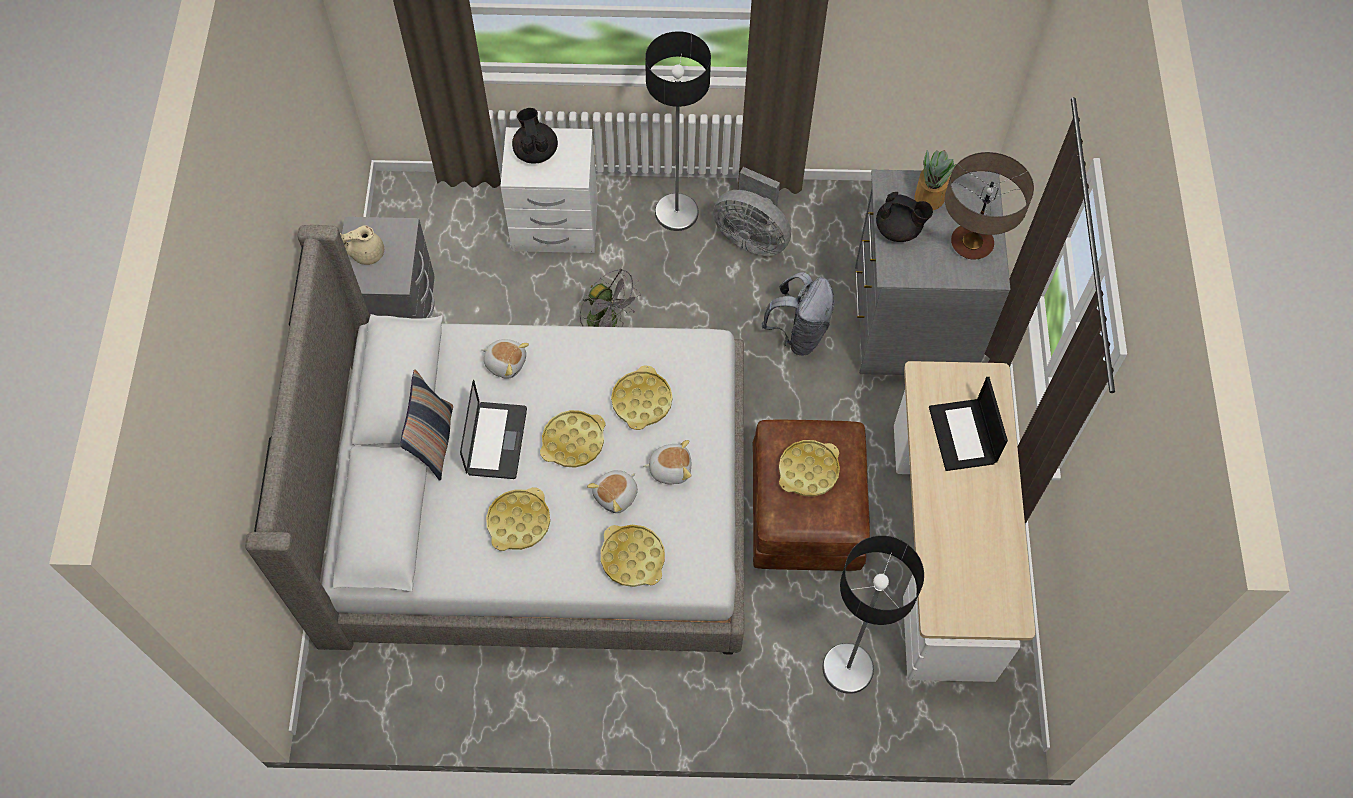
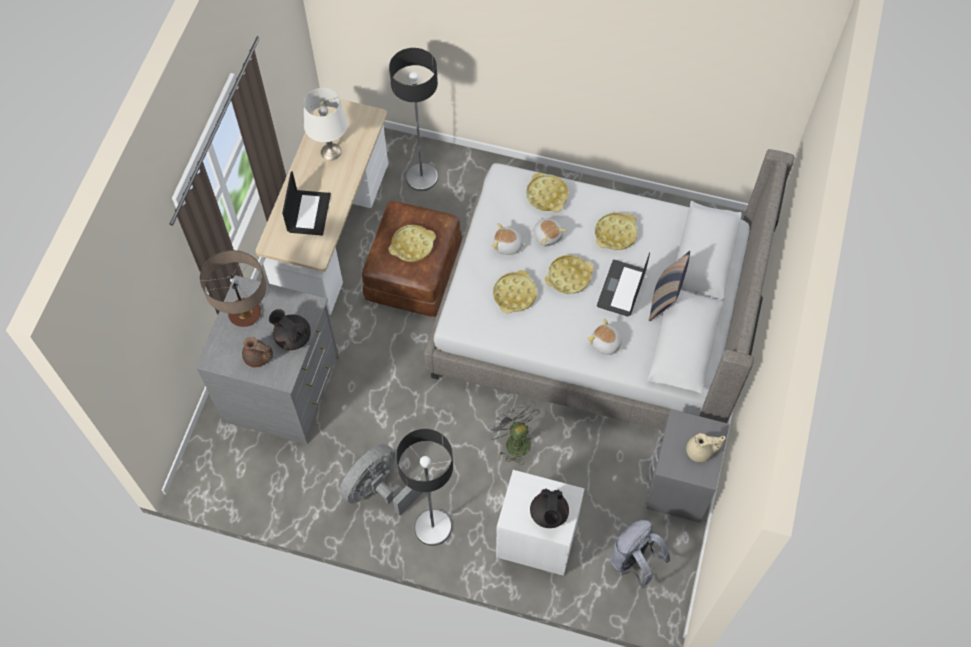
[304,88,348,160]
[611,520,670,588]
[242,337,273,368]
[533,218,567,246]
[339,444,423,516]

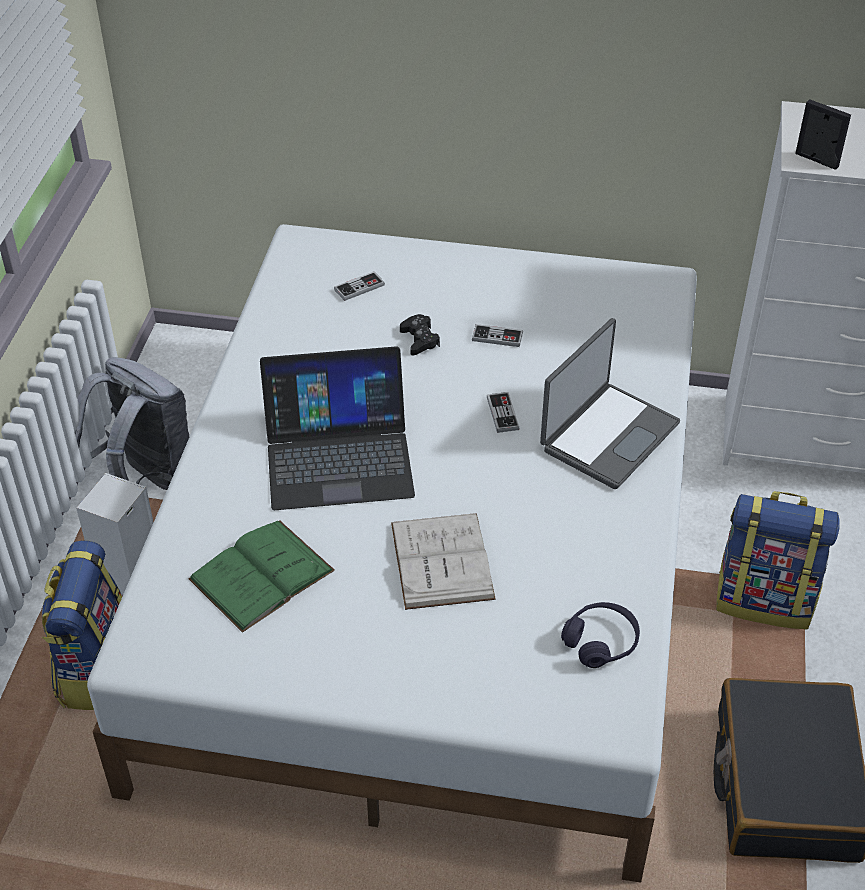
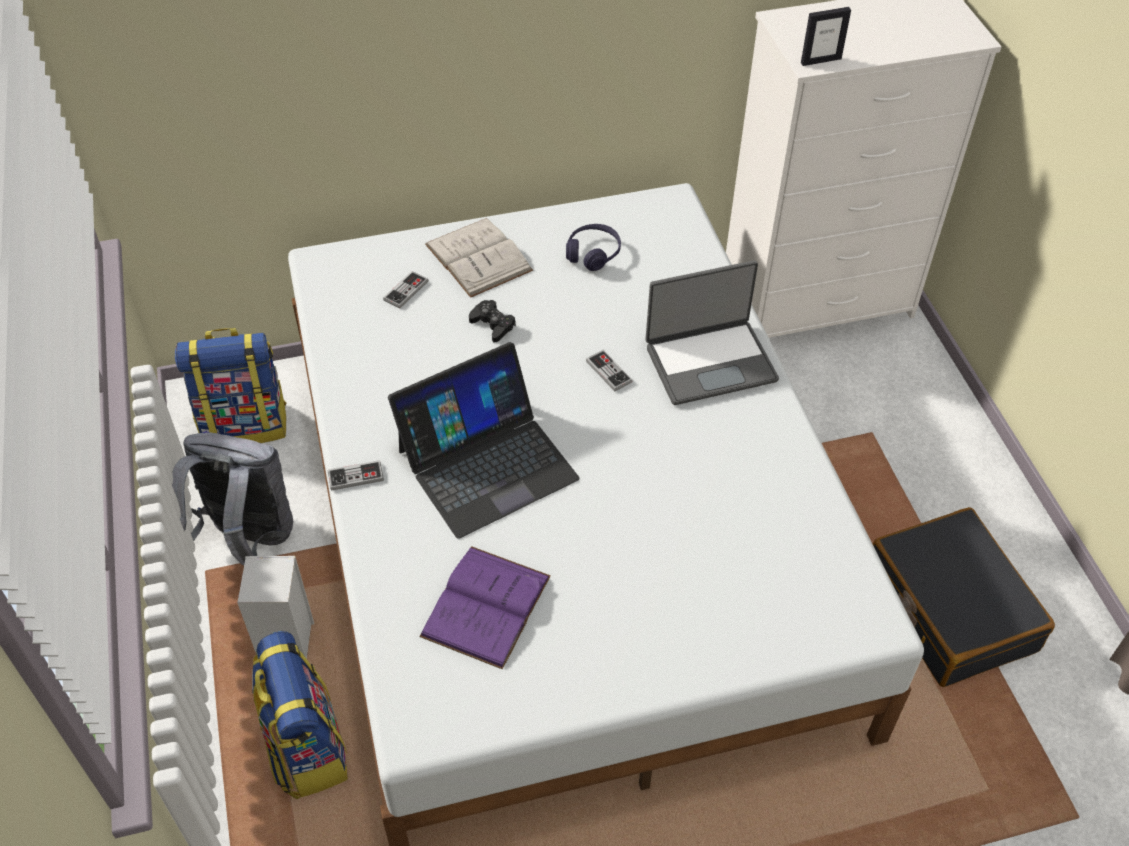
[425,218,533,298]
[328,460,384,491]
[566,224,621,271]
[175,328,287,443]
[419,546,551,670]
[645,260,779,405]
[801,7,851,66]

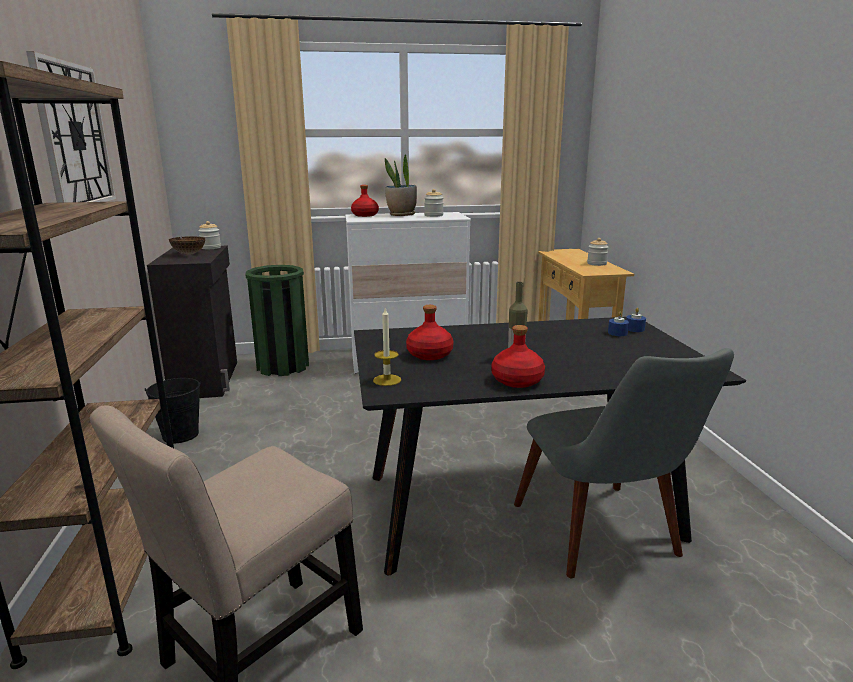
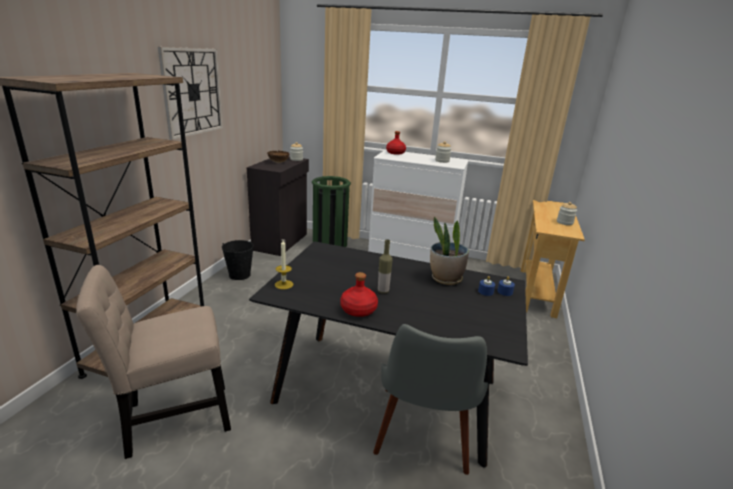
[406,305,454,360] (first image)
[430,217,469,285]

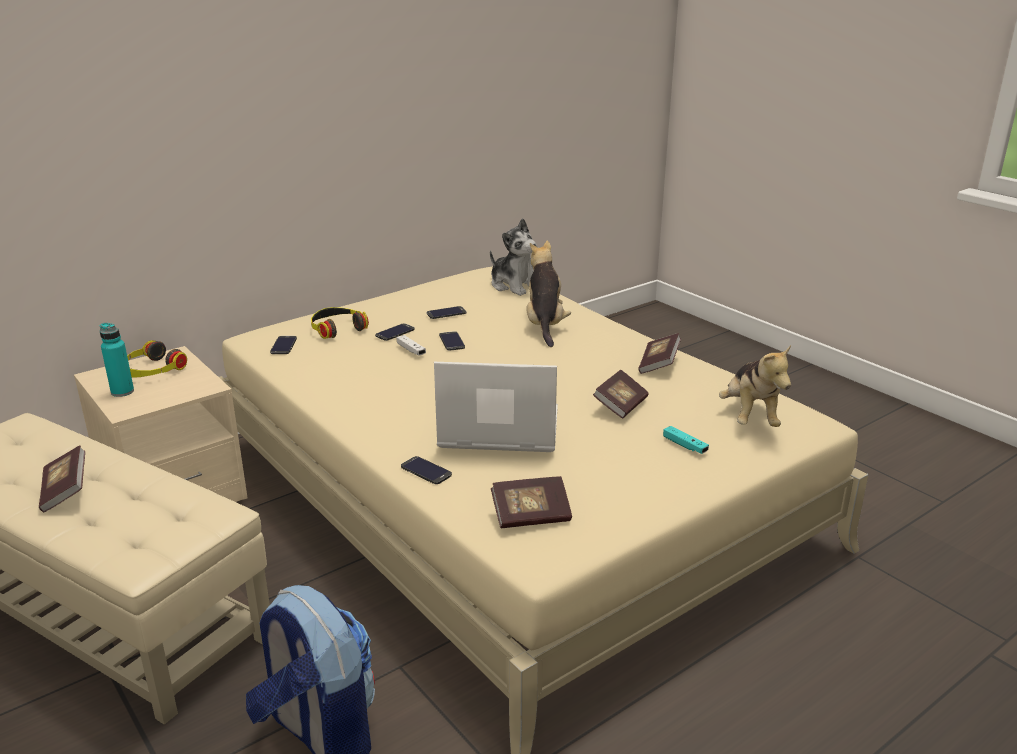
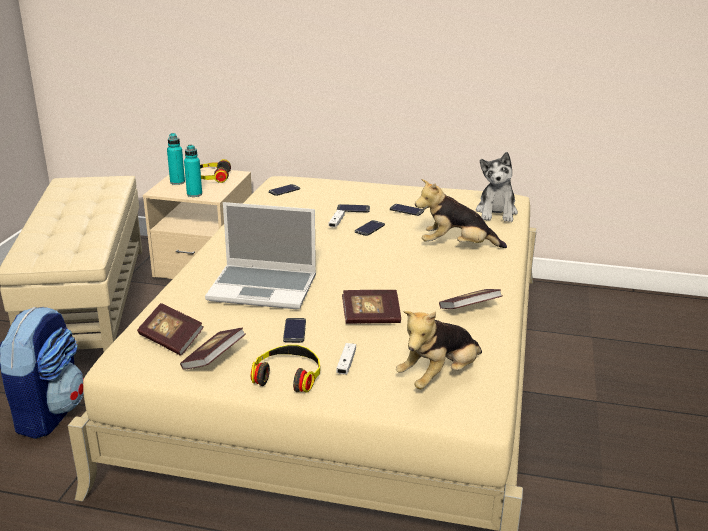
[184,145,202,197]
[180,328,246,370]
[251,345,320,392]
[283,318,306,343]
[336,343,356,374]
[205,202,316,310]
[415,179,507,248]

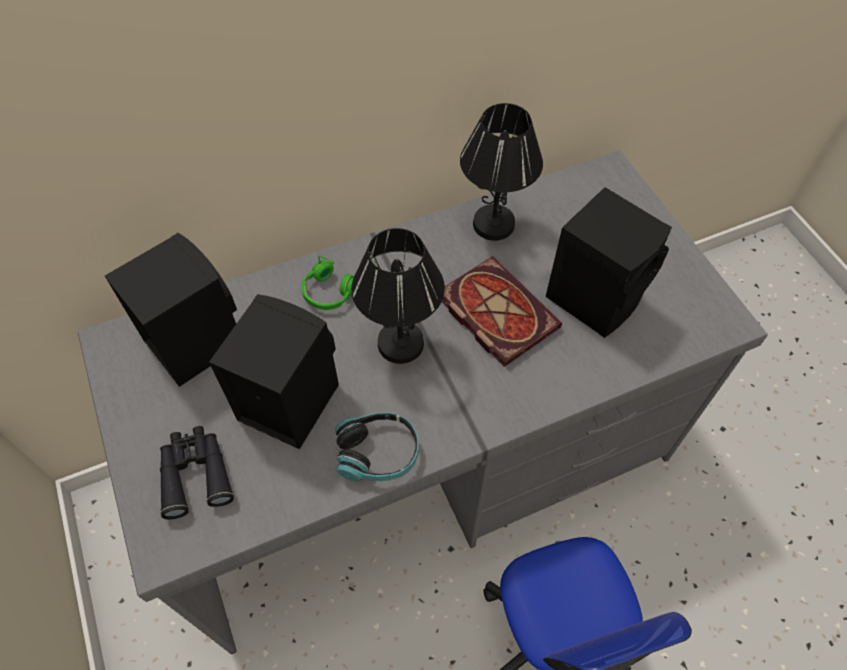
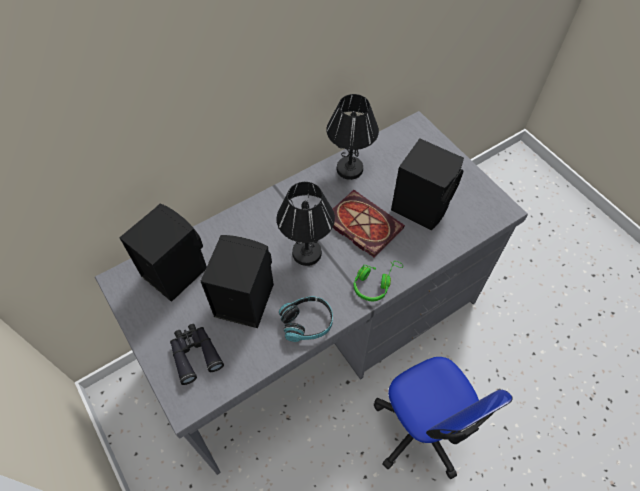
[354,261,403,301]

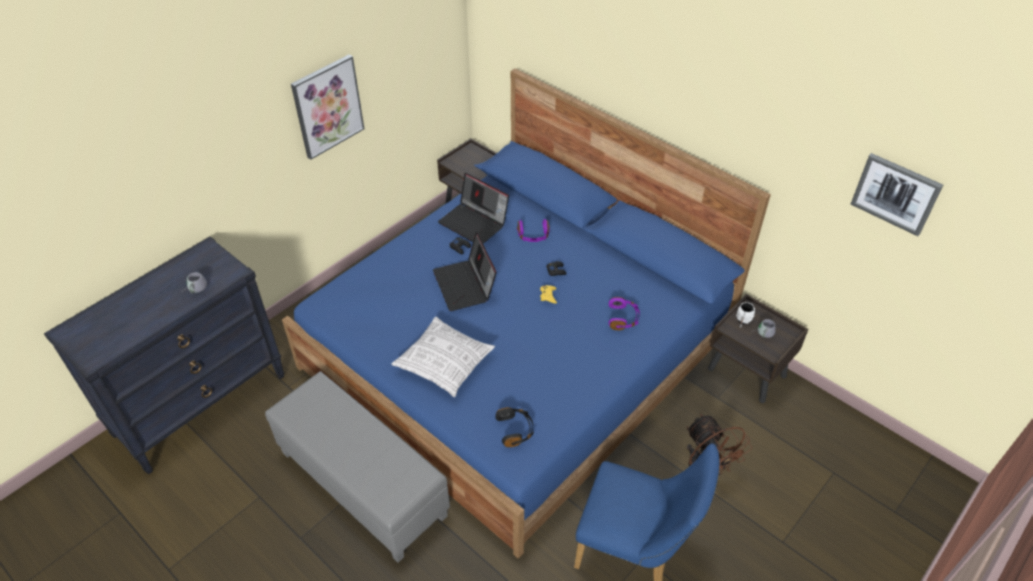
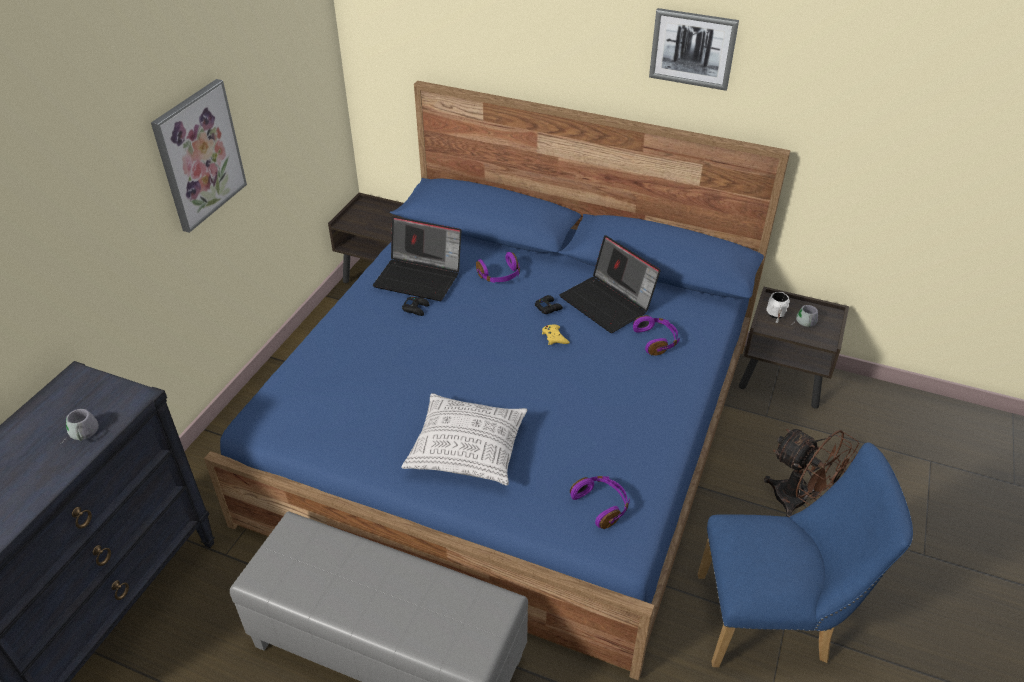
[559,235,661,333]
[649,8,739,91]
[570,476,630,529]

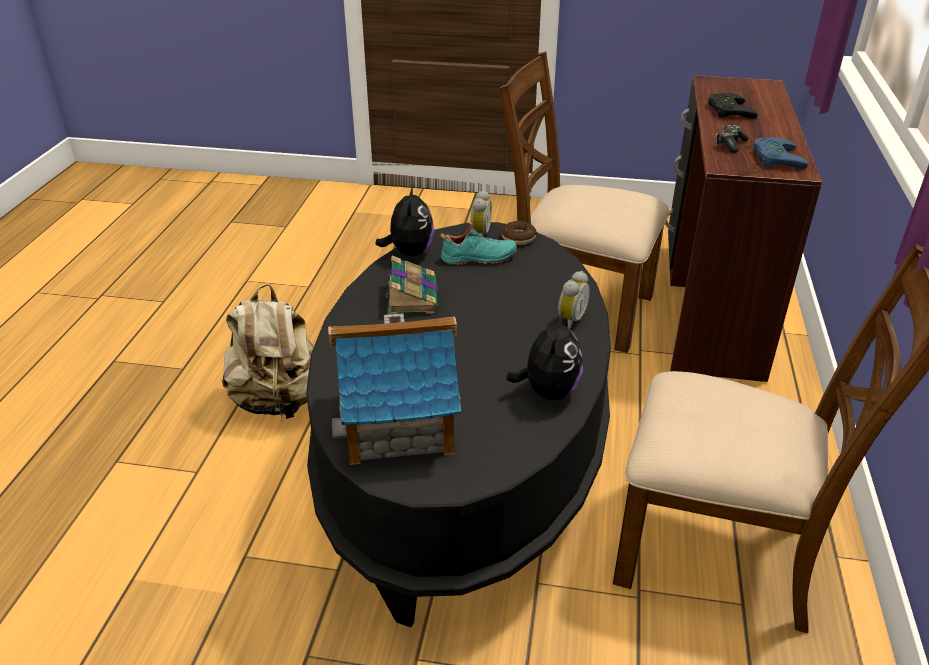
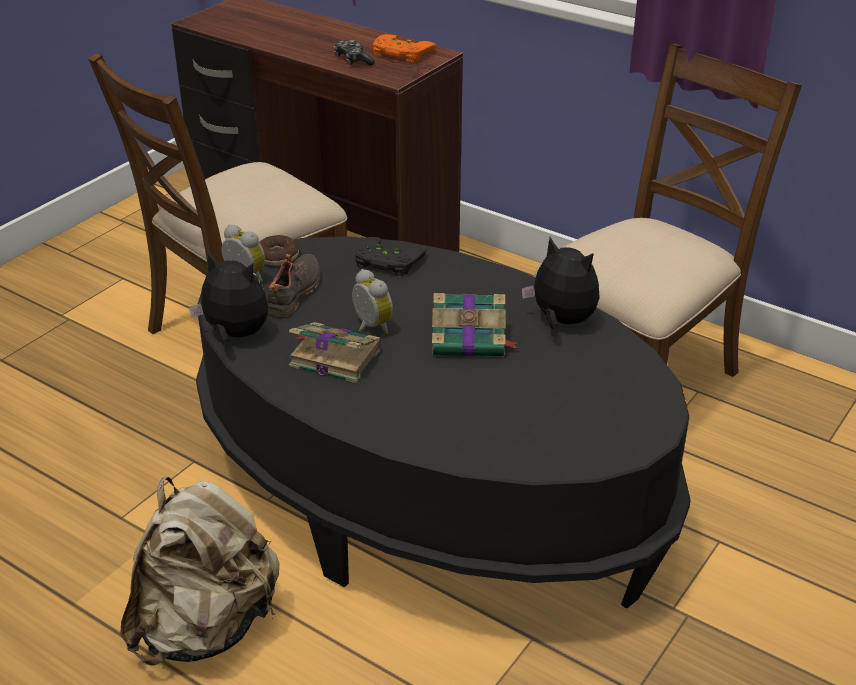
[328,313,461,465] (first image)
[432,293,519,357]
[352,269,393,334]
[355,237,426,276]
[267,254,320,316]
[373,34,436,63]

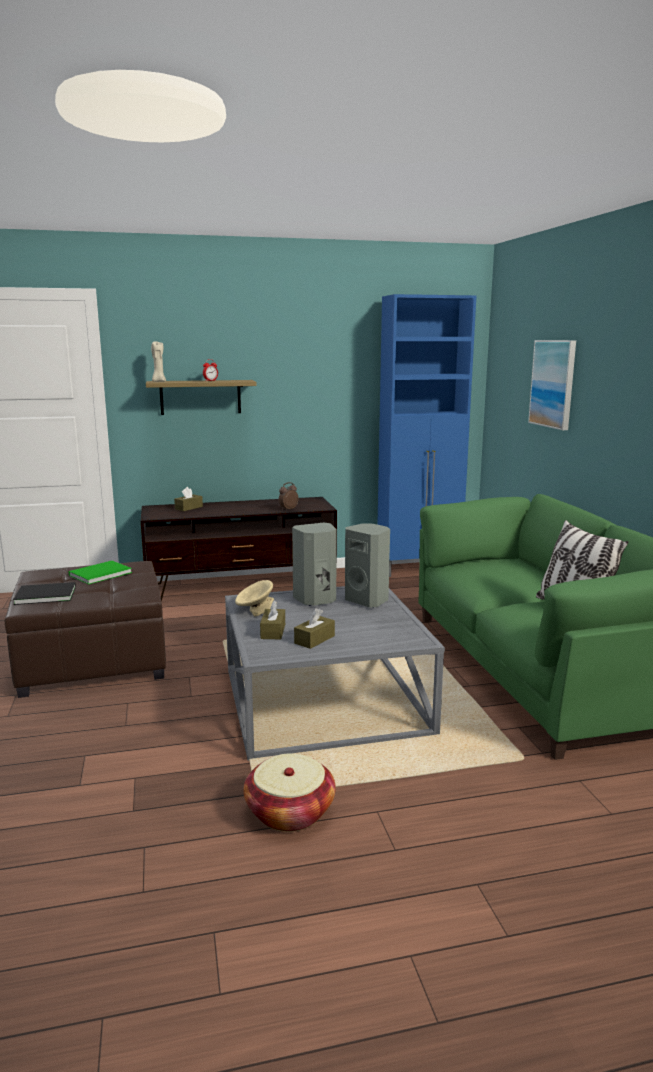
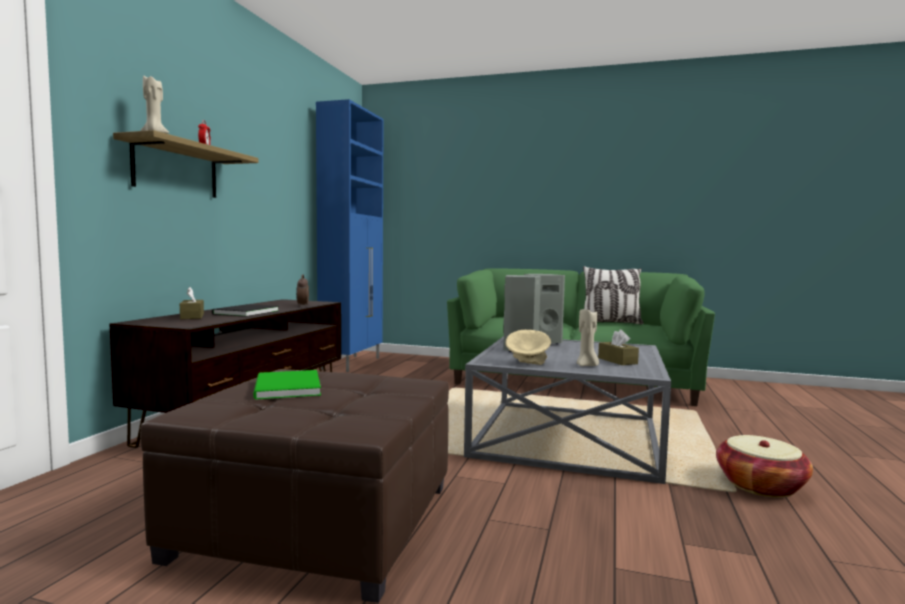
[528,340,576,430] (first image)
[212,304,279,317]
[577,309,599,366]

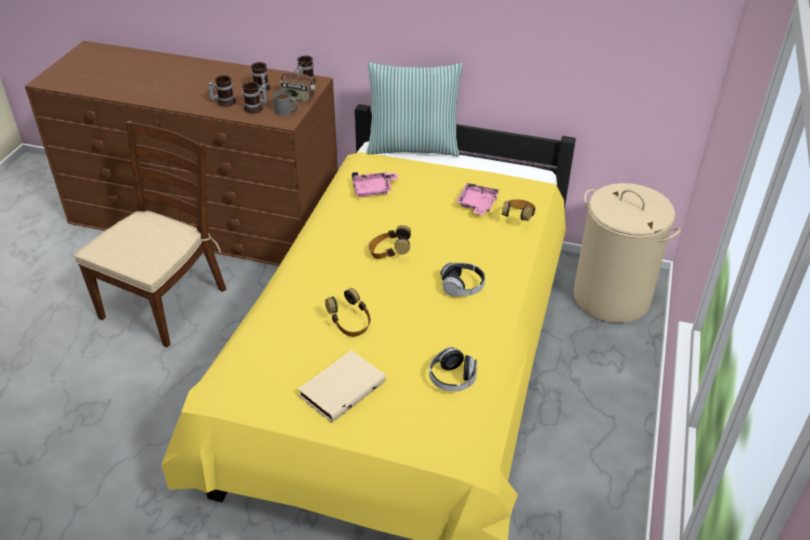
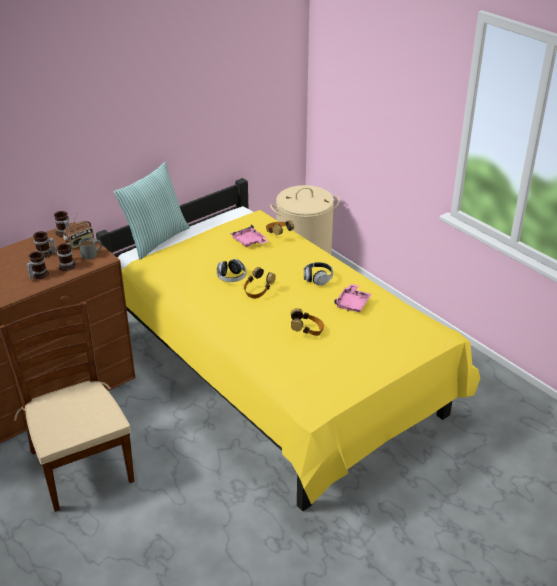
[298,350,386,423] (first image)
[334,284,371,312]
[217,259,246,282]

